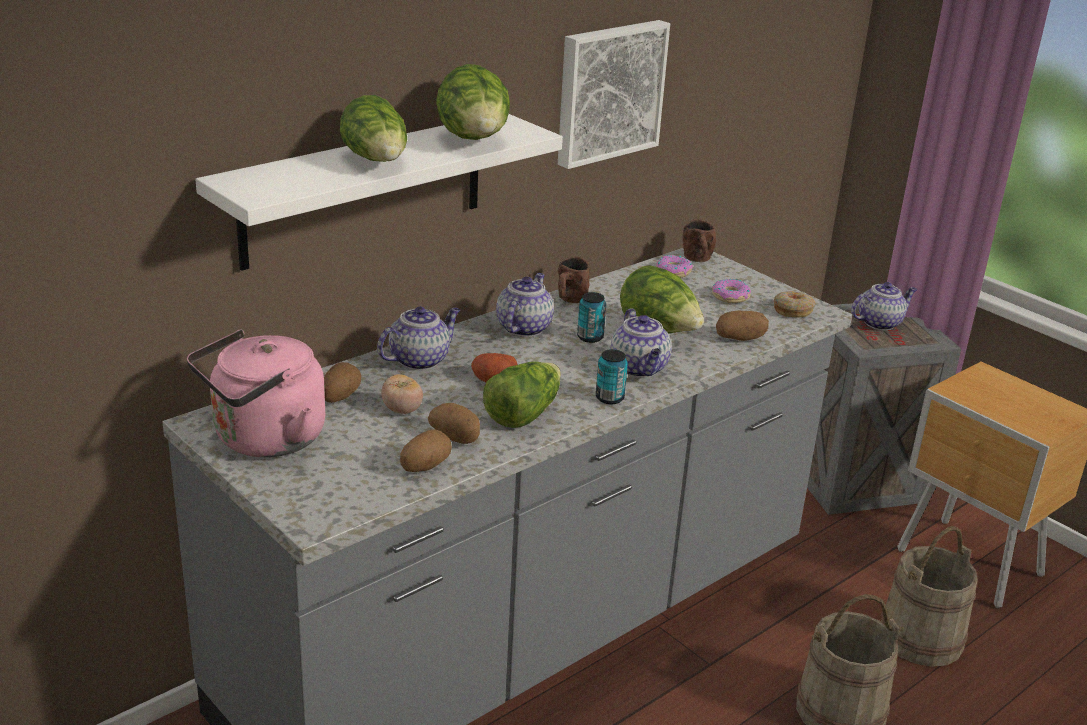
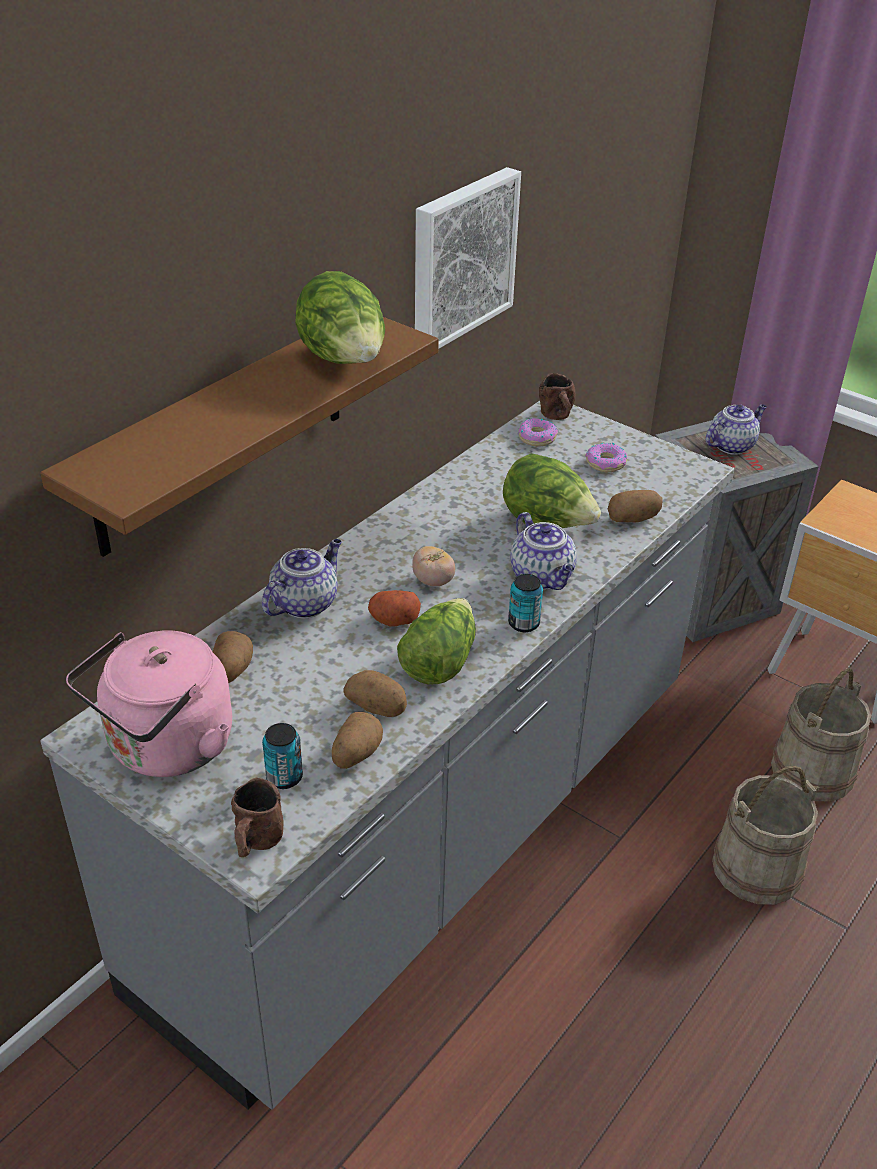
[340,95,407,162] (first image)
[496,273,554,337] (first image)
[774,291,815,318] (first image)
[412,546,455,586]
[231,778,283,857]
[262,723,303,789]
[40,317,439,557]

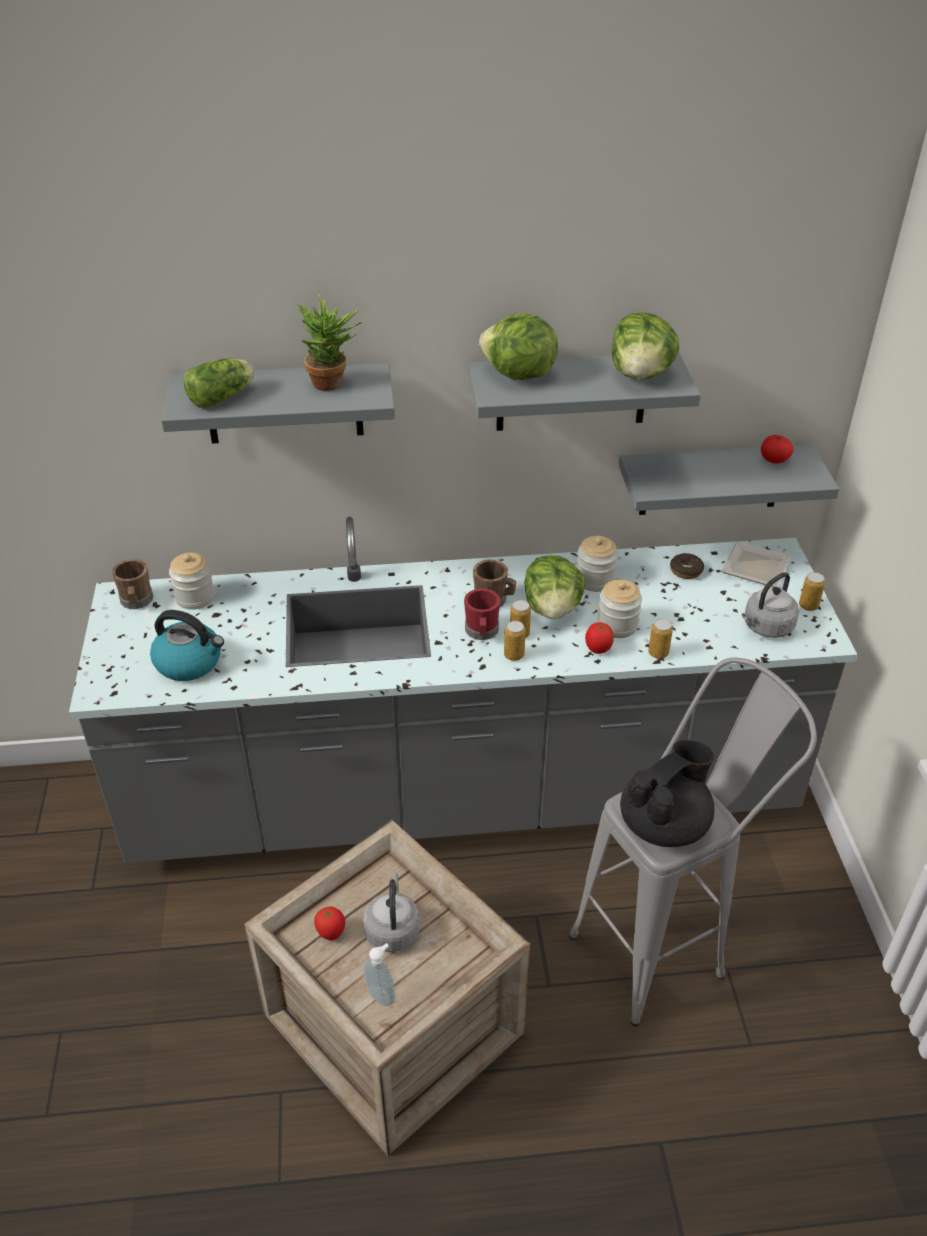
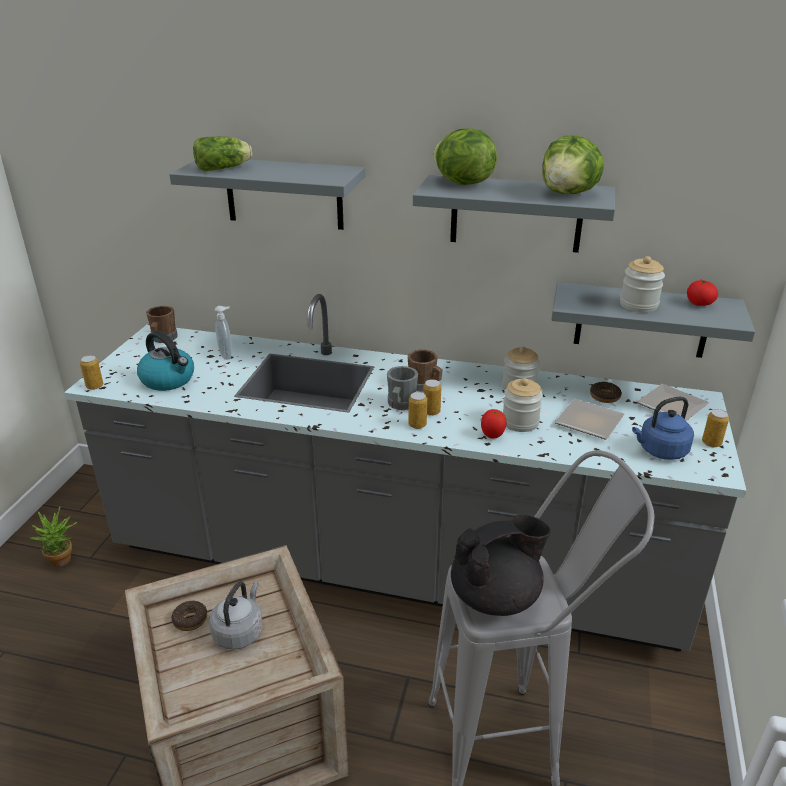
[524,555,586,619] (first image)
[555,399,624,440]
[620,256,665,312]
[30,506,78,567]
[215,306,232,360]
[80,355,103,390]
[171,601,207,631]
[387,366,418,410]
[632,396,694,460]

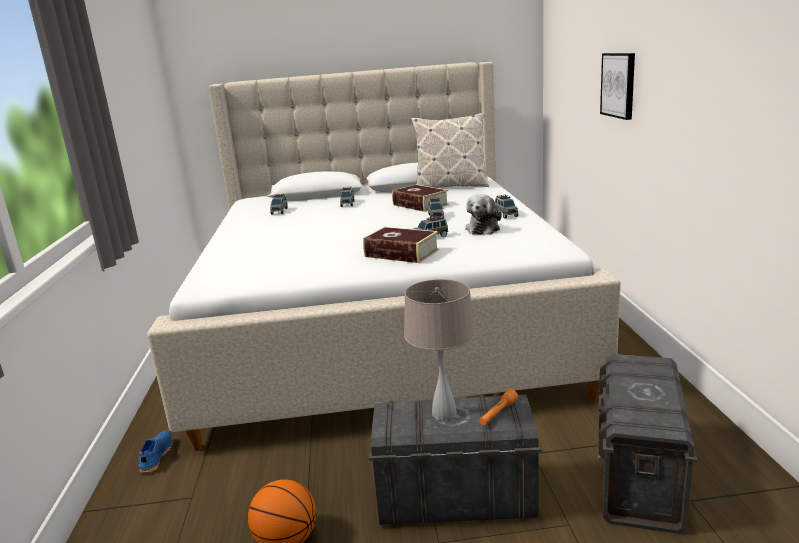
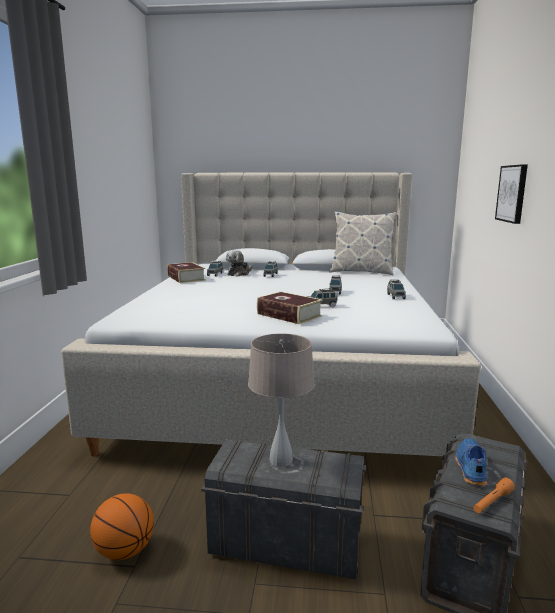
[455,438,487,486]
[167,262,206,283]
[226,250,253,277]
[473,477,515,513]

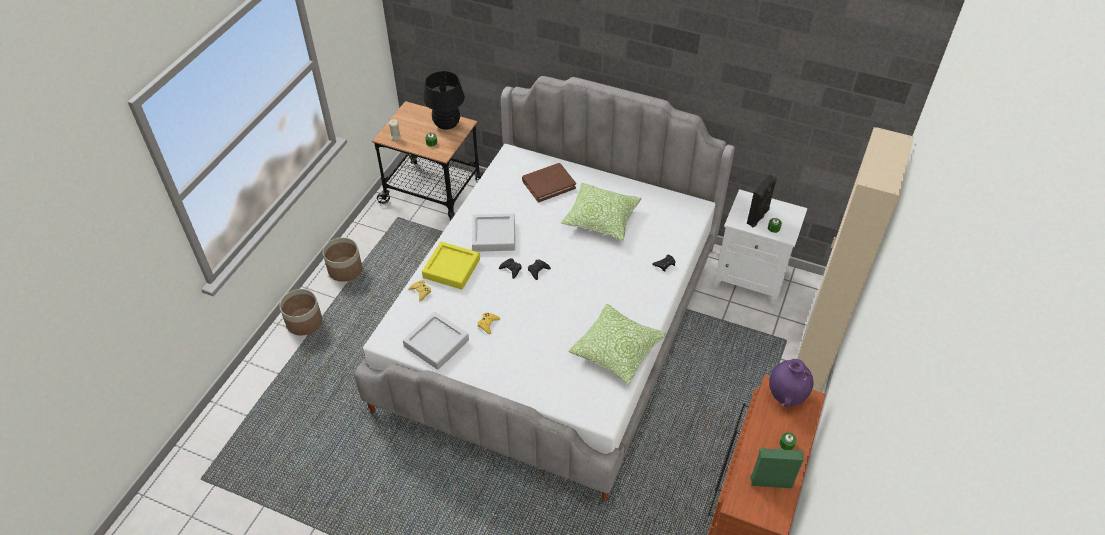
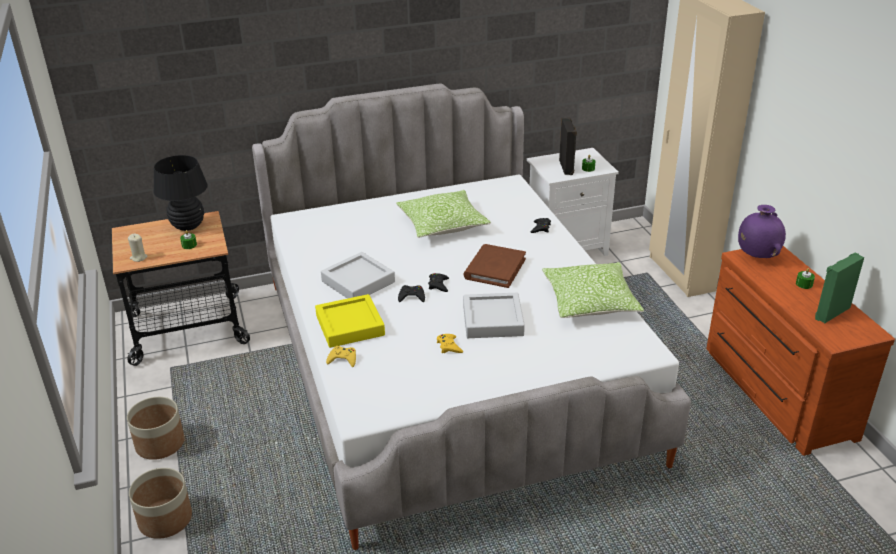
[463,293,525,338]
[464,244,526,288]

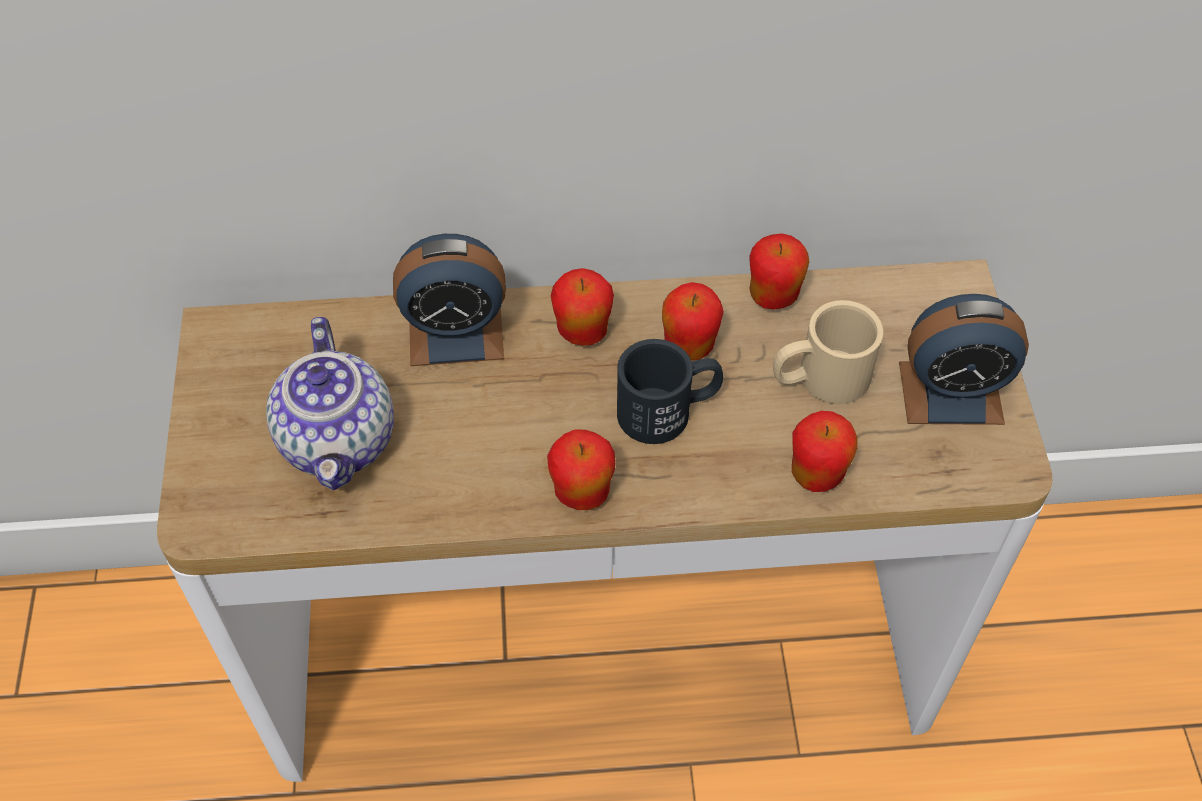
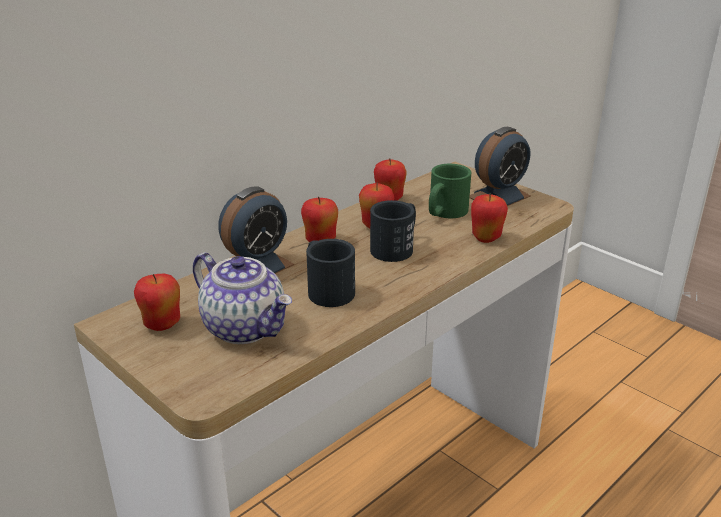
[306,239,355,307]
[134,274,180,331]
[429,164,471,218]

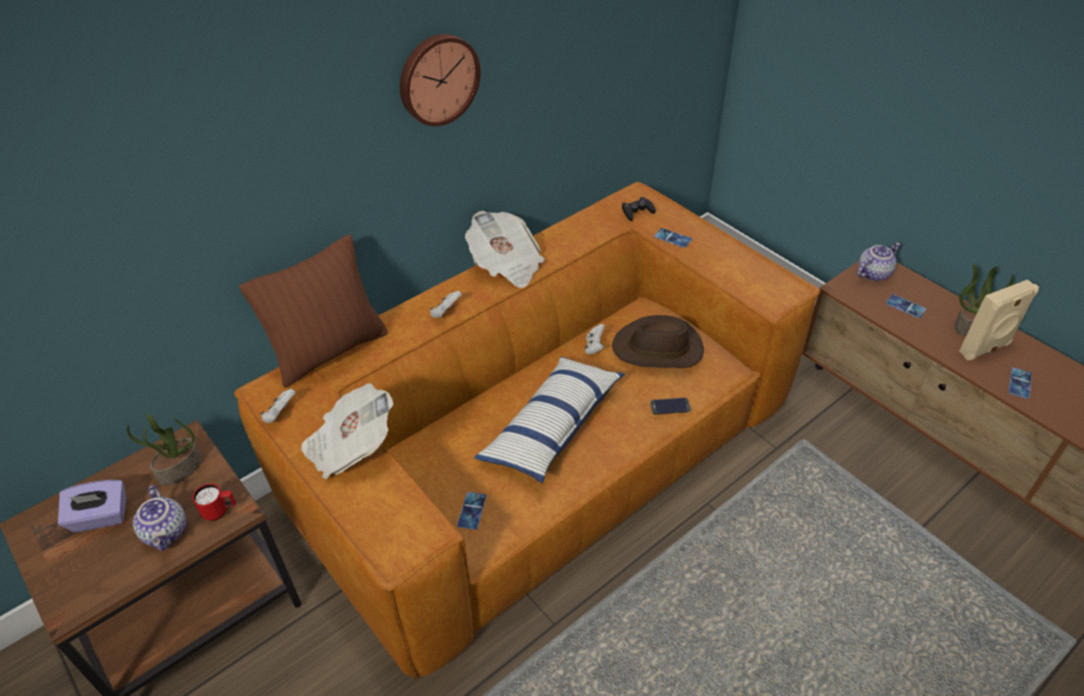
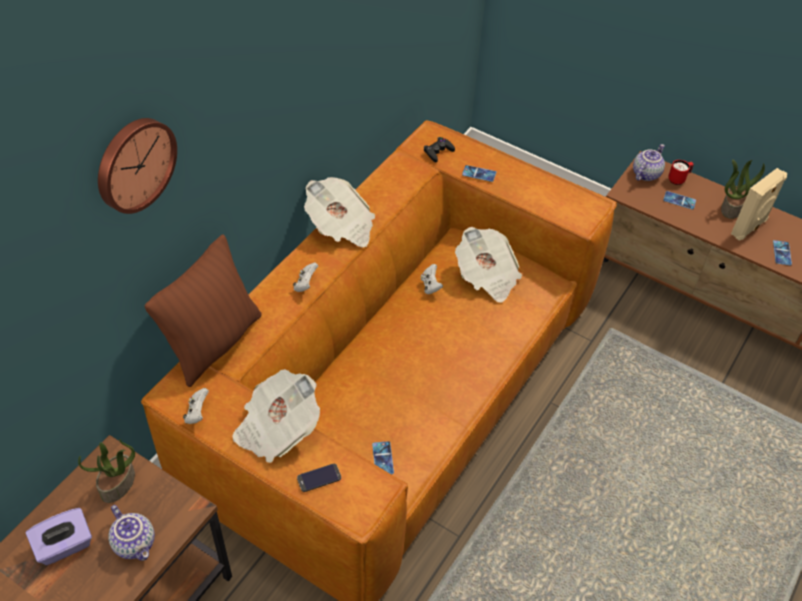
[474,357,625,483] (first image)
[668,160,694,185]
[98,118,177,214]
[297,464,341,492]
[455,227,522,302]

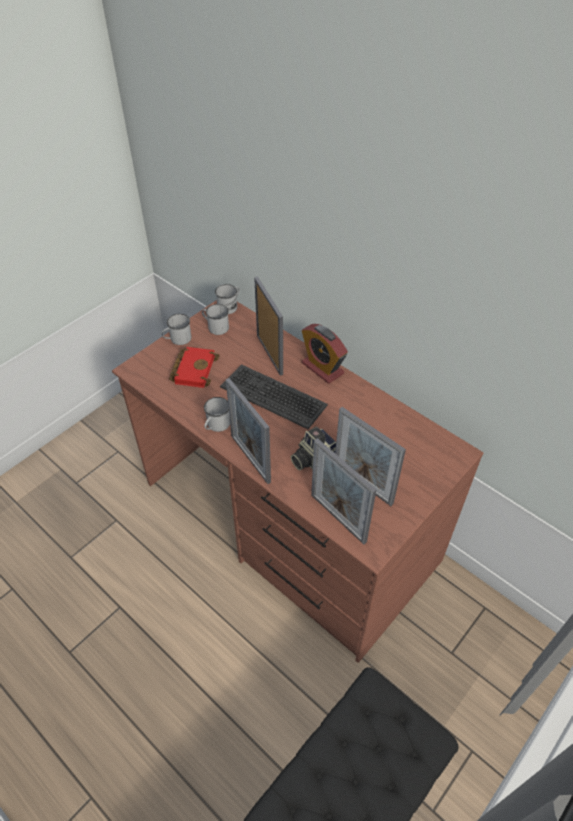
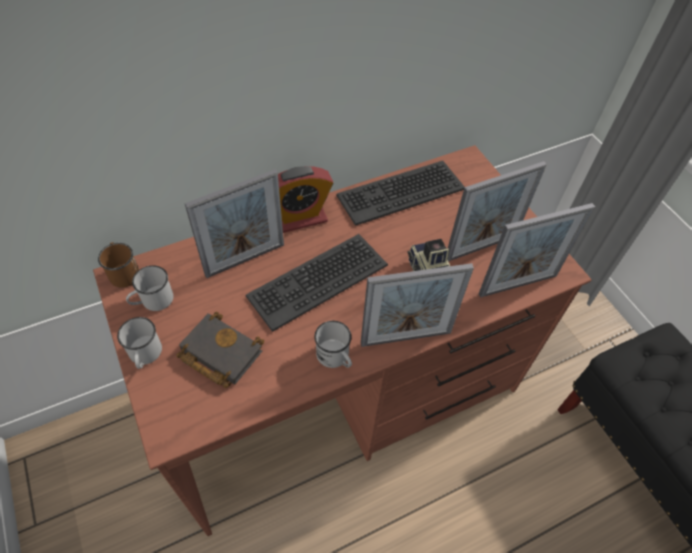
[336,161,464,226]
[177,311,264,388]
[98,242,139,288]
[185,169,284,278]

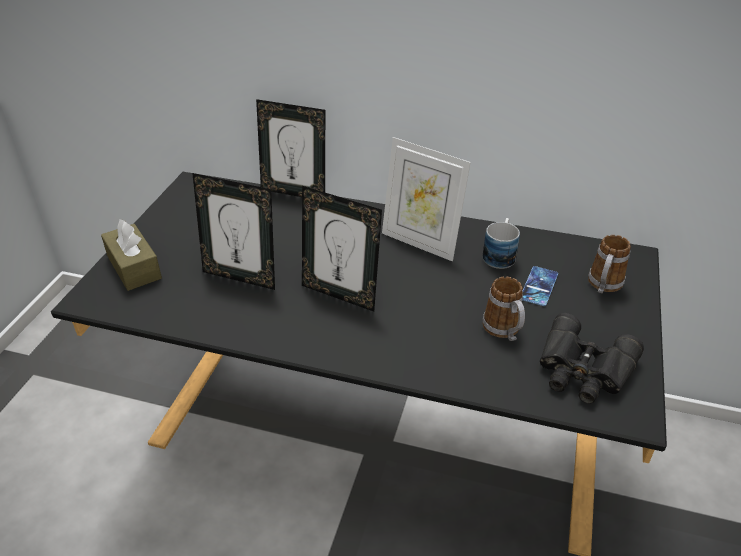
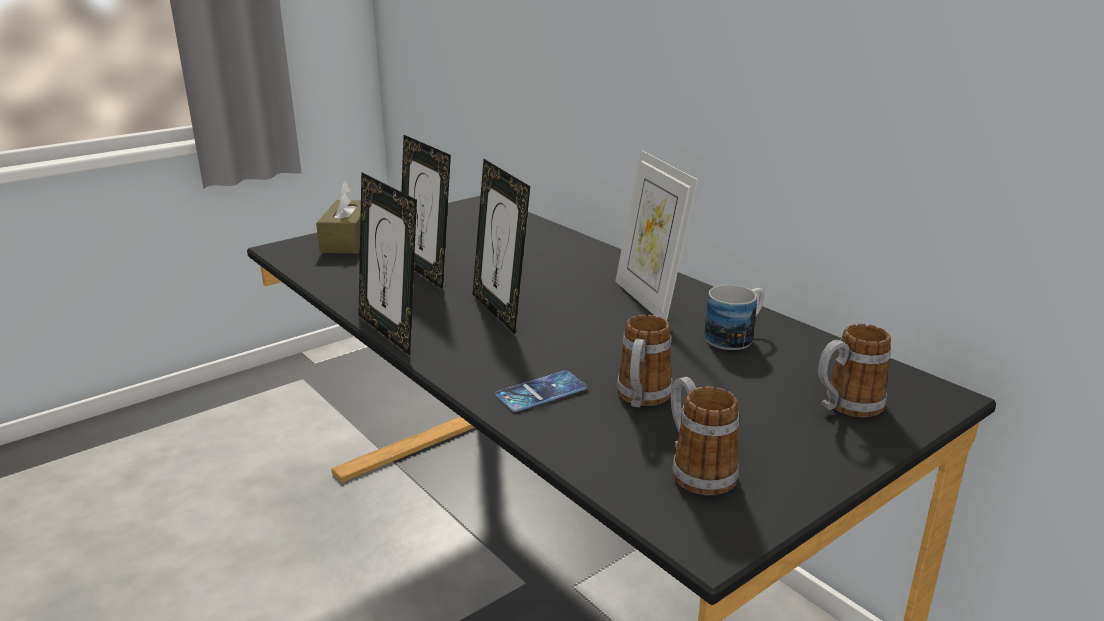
[358,172,417,355]
[495,370,587,412]
[671,377,739,495]

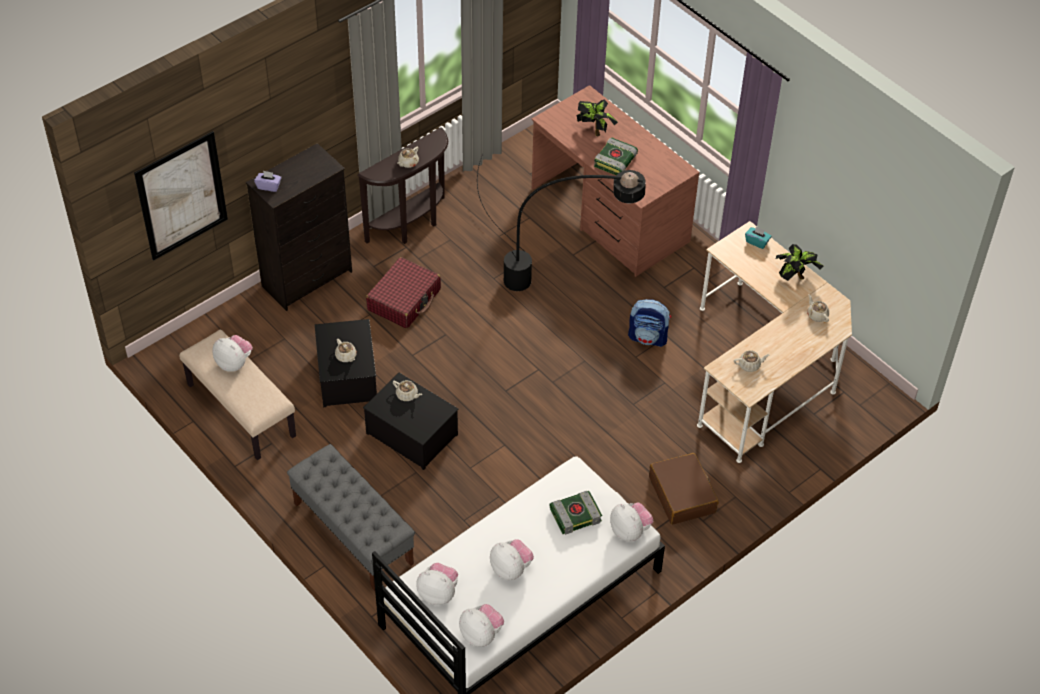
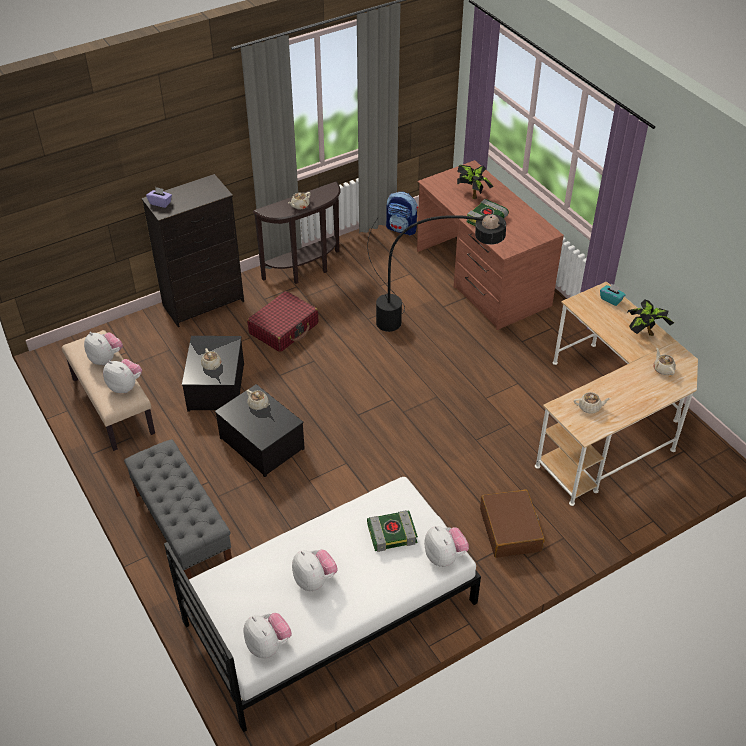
[134,131,228,261] (first image)
[103,359,142,393]
[386,192,418,236]

